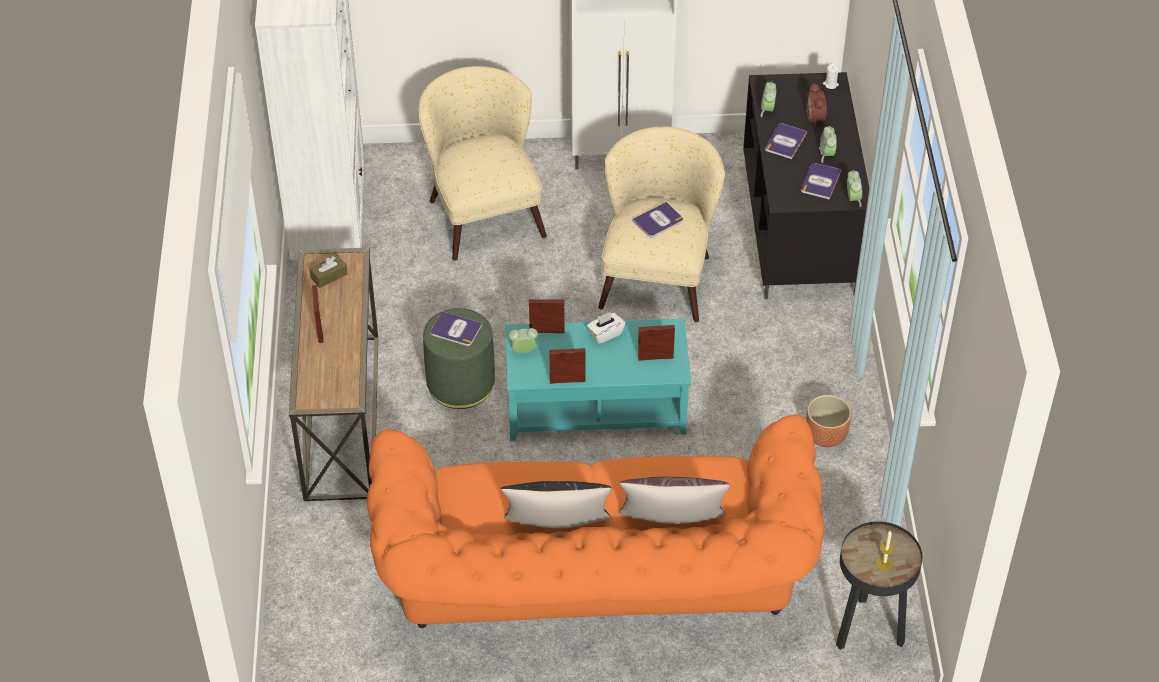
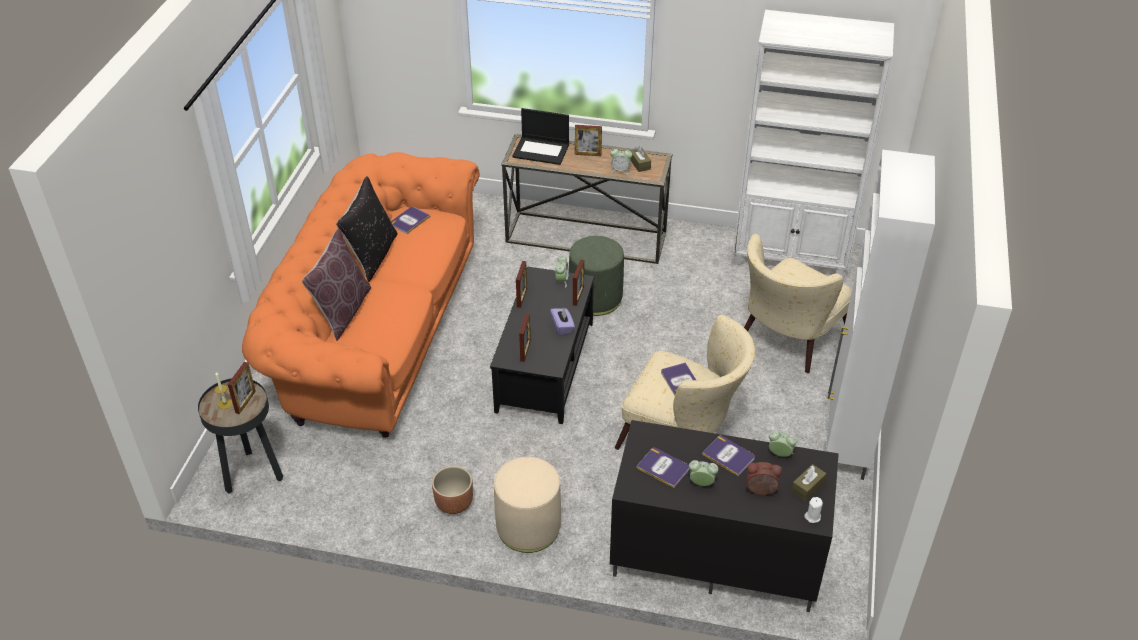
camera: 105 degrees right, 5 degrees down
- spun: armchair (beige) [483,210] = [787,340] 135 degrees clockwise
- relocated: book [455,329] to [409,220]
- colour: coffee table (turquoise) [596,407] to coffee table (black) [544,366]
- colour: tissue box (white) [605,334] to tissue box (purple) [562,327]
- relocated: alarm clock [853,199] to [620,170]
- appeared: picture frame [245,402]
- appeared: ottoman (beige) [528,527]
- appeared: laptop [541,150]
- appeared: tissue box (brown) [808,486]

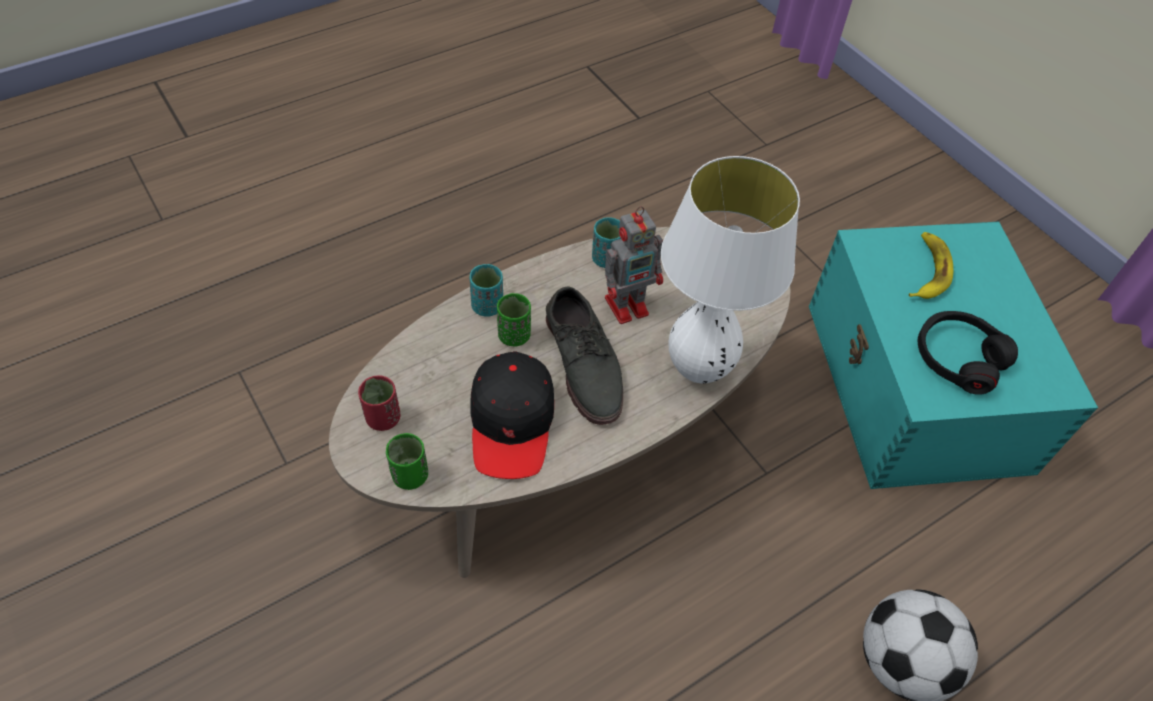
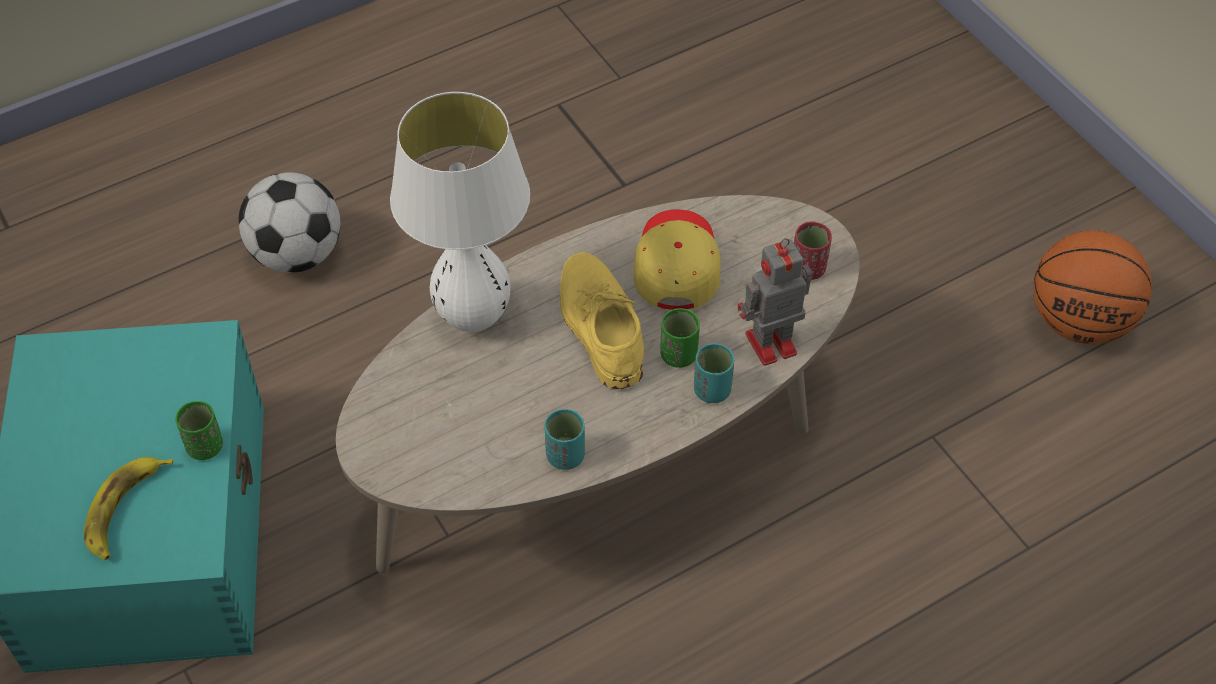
camera: 175 degrees left, 0 degrees up
- relocated: cup (green) [410,476] to [205,446]
- colour: cap (black) [512,423] to cap (yellow) [676,264]
- colour: shoe (grey) [584,363] to shoe (yellow) [599,325]
- relocated: toy robot [628,305] to [768,344]
- missing: headphones (black) [958,358]
- appeared: basketball [1078,321]

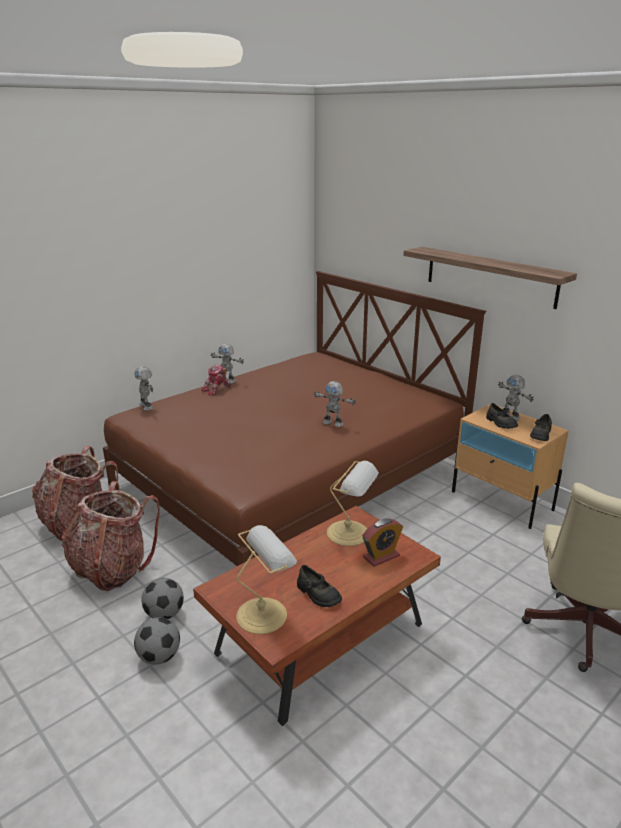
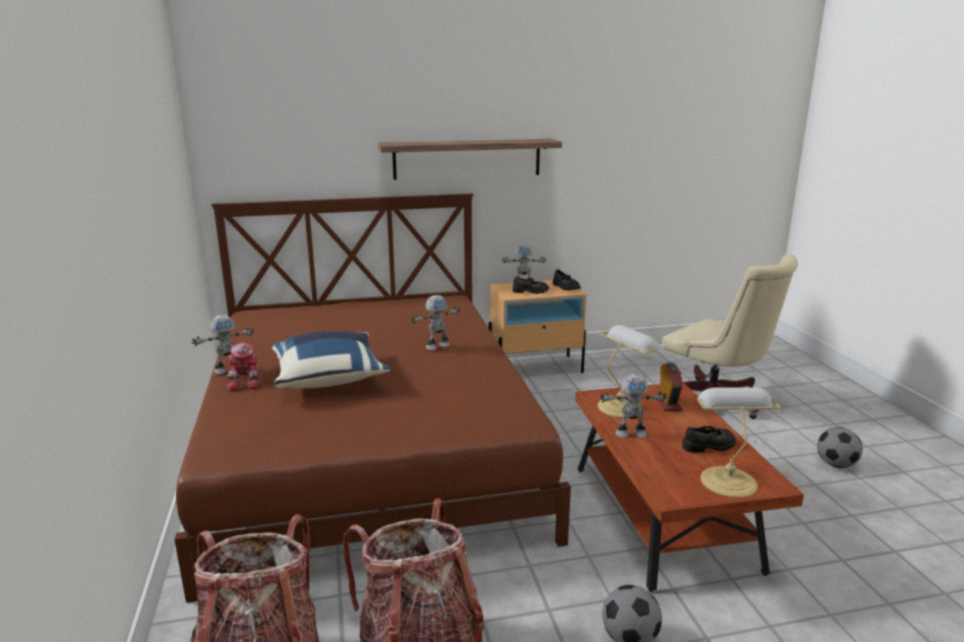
camera: 60 degrees left, 5 degrees down
- relocated: toy robot [147,406] to [630,433]
- relocated: football [164,614] to [835,464]
- appeared: pillow (blue) [328,378]

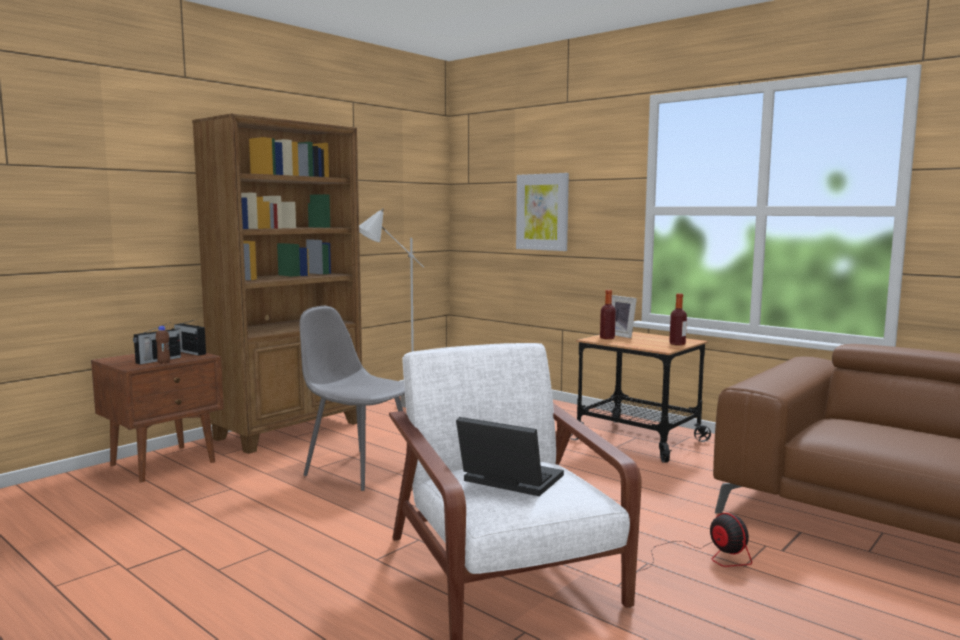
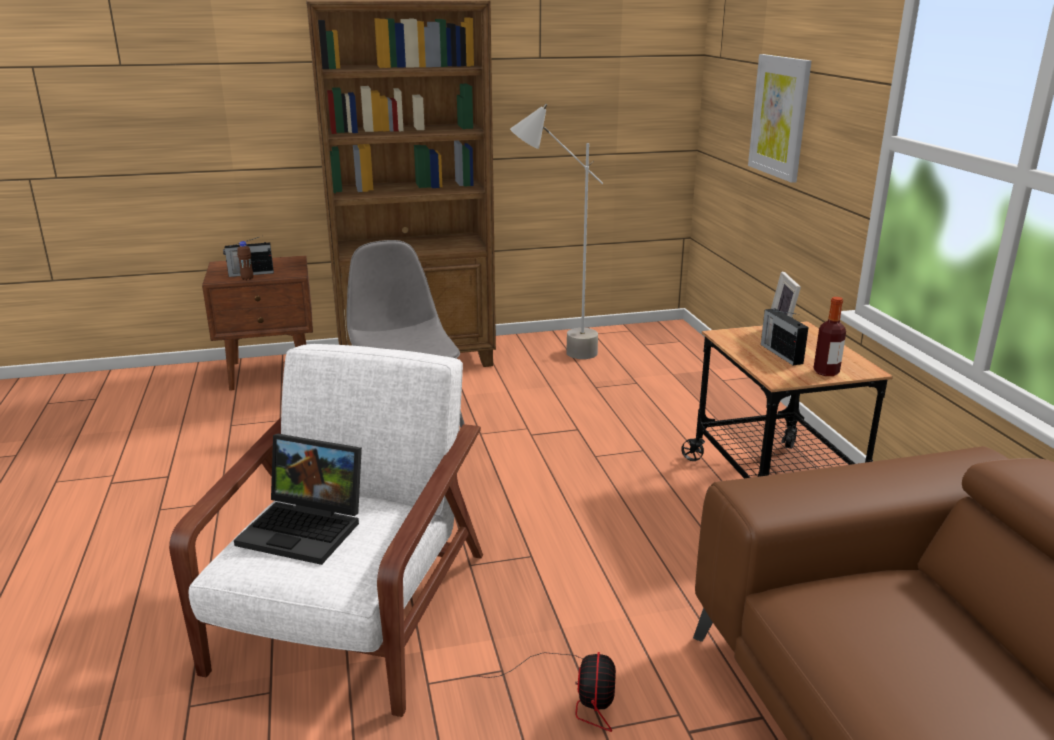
camera: 35 degrees right, 15 degrees up
- relocated: radio [190,352] to [781,353]
- spun: laptop [507,481] = [307,528] 135 degrees clockwise
- missing: bottle [607,338]

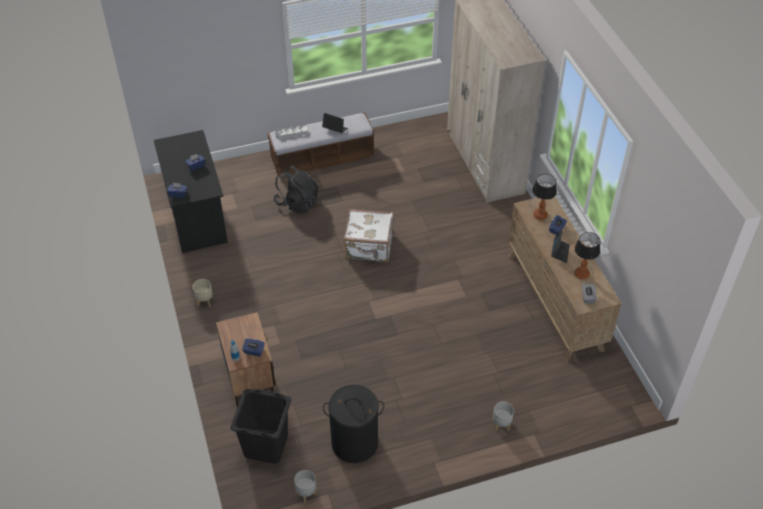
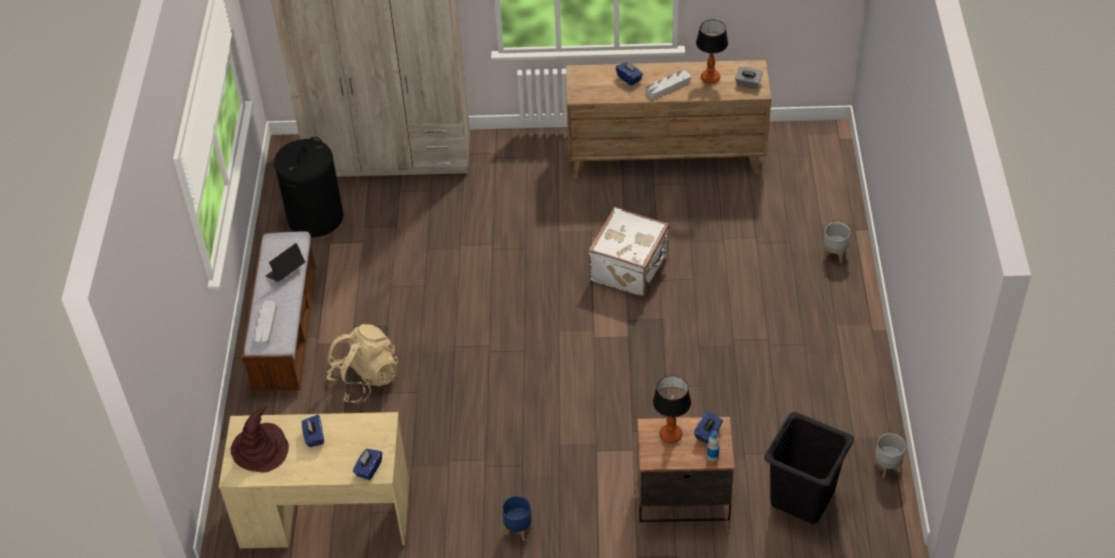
camera: 70 degrees left, 0 degrees up
- colour: desk (black) [196,214] to desk (beige) [325,514]
- colour: planter (beige) [205,301] to planter (blue) [518,529]
- colour: backpack (black) [297,203] to backpack (beige) [365,379]
- relocated: laundry basket (black) [354,442] to [315,217]
- relocated: suitcase (white) [369,247] to [630,268]
- relocated: table lamp [540,215] to [670,435]
- exchanged: laptop [560,252] to tray (grey) [668,86]
- appeared: hat (brown) [260,449]

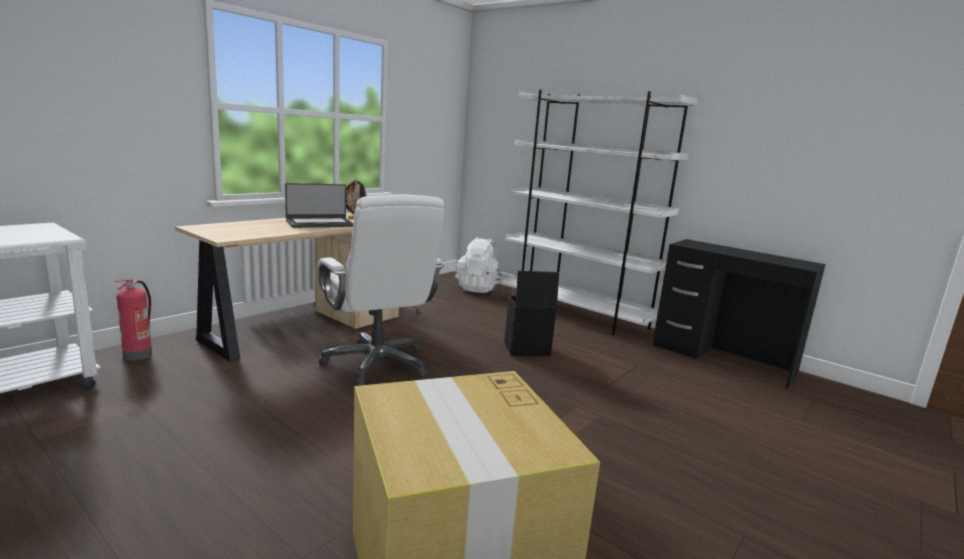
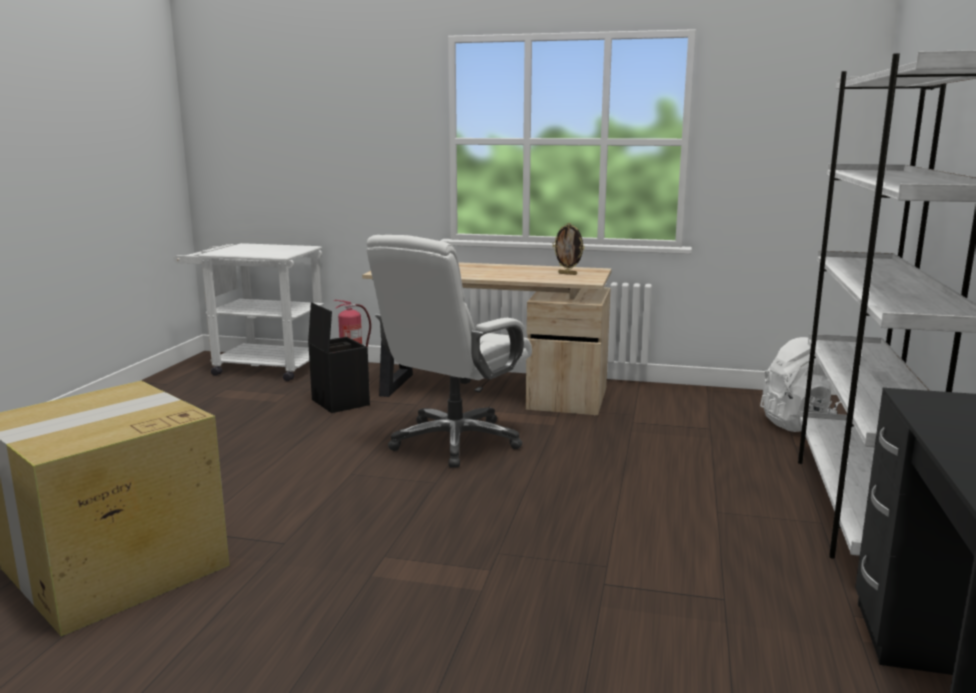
camera: 65 degrees right, 0 degrees up
- missing: laptop [320,223]
- relocated: storage box (black) [526,349] to [339,402]

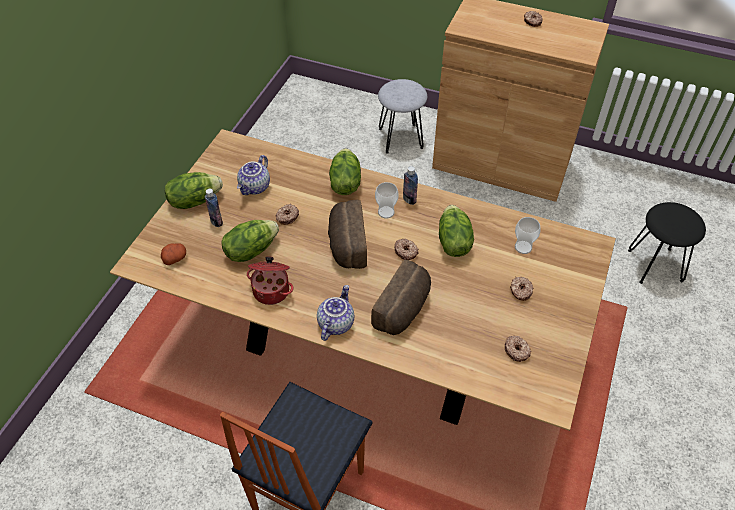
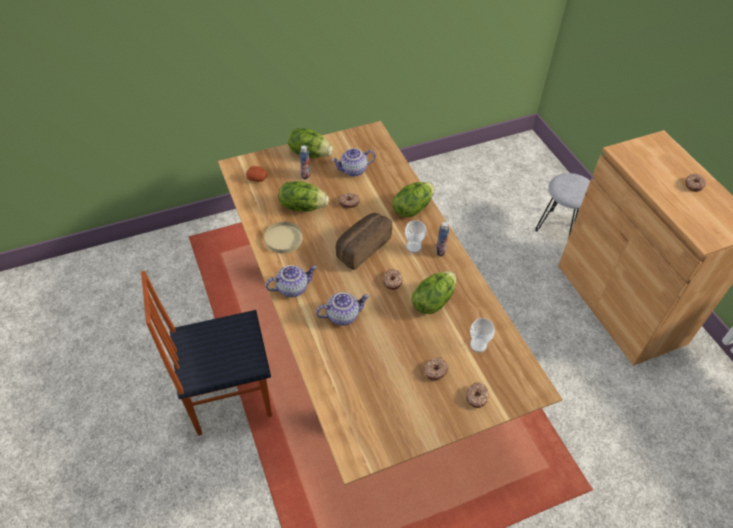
camera: 45 degrees right, 0 degrees up
- exchanged: cooking pot [272,290] to plate (beige) [283,239]
- exchanged: bread [404,309] to teapot [342,315]
- relocated: donut [516,350] to [477,397]
- missing: stool (black) [655,265]

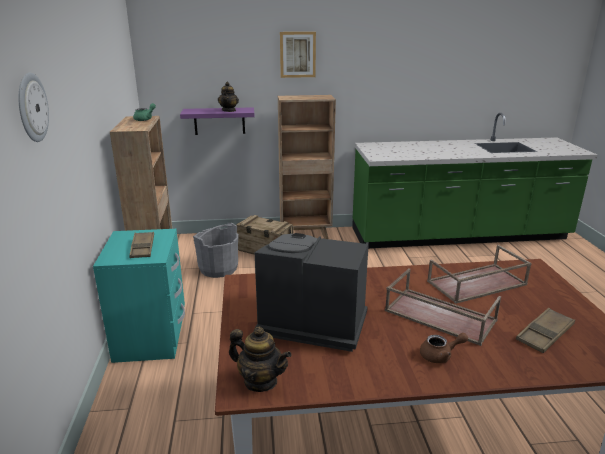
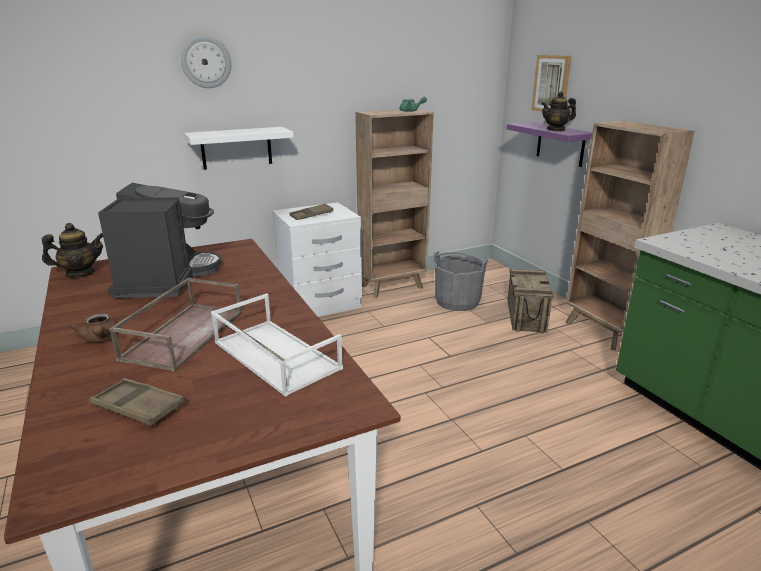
camera: 70 degrees right, 0 degrees up
- colour: nightstand (turquoise) [152,337] to nightstand (white) [320,304]
- spun: teapot [260,381] = [80,273] 120 degrees counterclockwise
- relocated: picture [297,54] to [552,84]
- colour: tray (brown) [476,284] to tray (white) [274,355]
- appeared: shelf (white) [236,148]

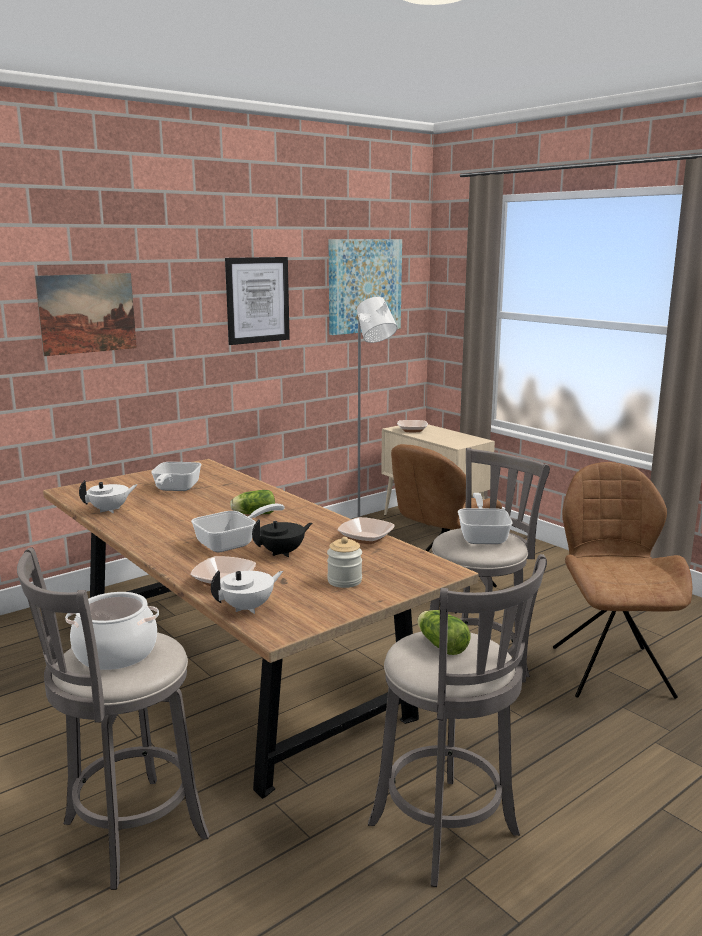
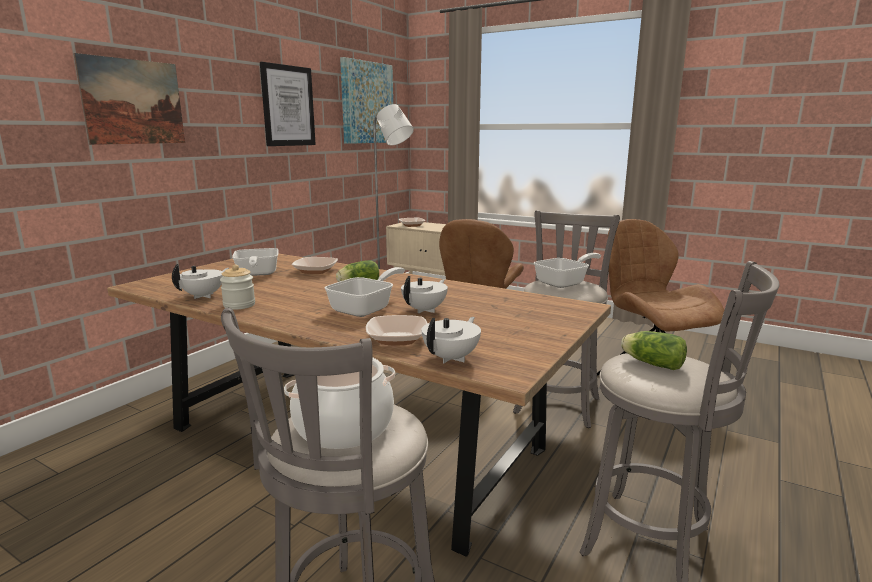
camera: 20 degrees left, 0 degrees up
- colour: teapot (black) [283,553] to teapot (white) [425,310]
- relocated: jar [344,581] to [239,305]
- relocated: bowl [366,538] to [315,271]
- spun: frying pan [483,536] = [565,282] 75 degrees clockwise

